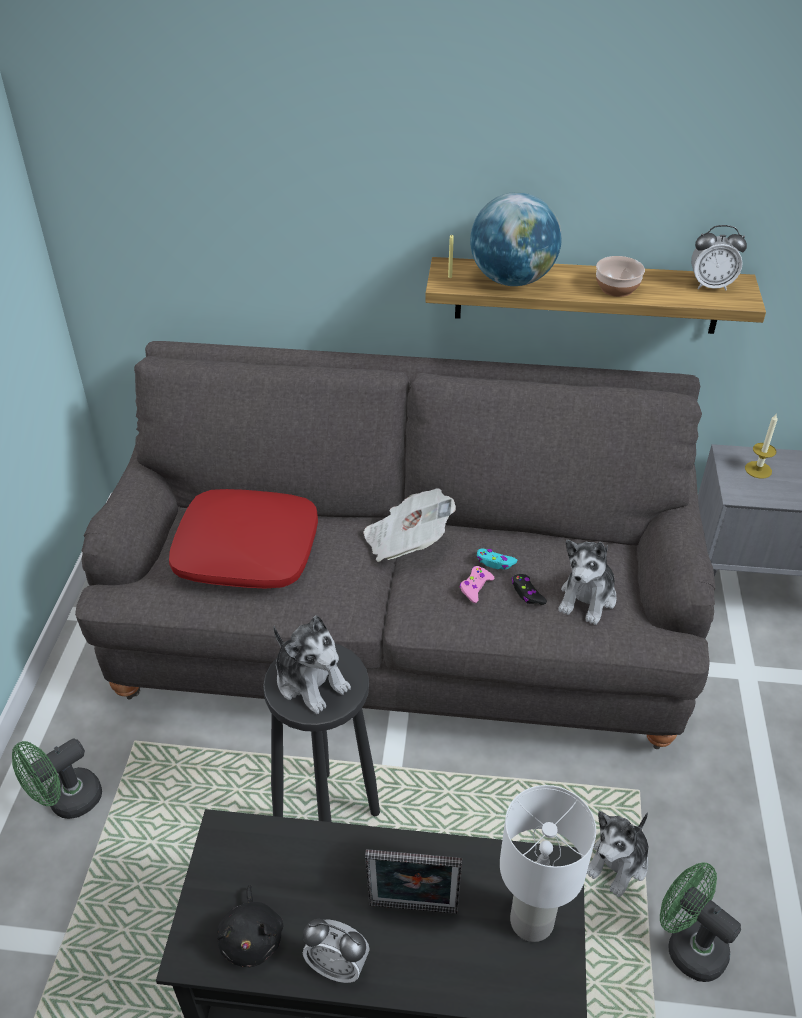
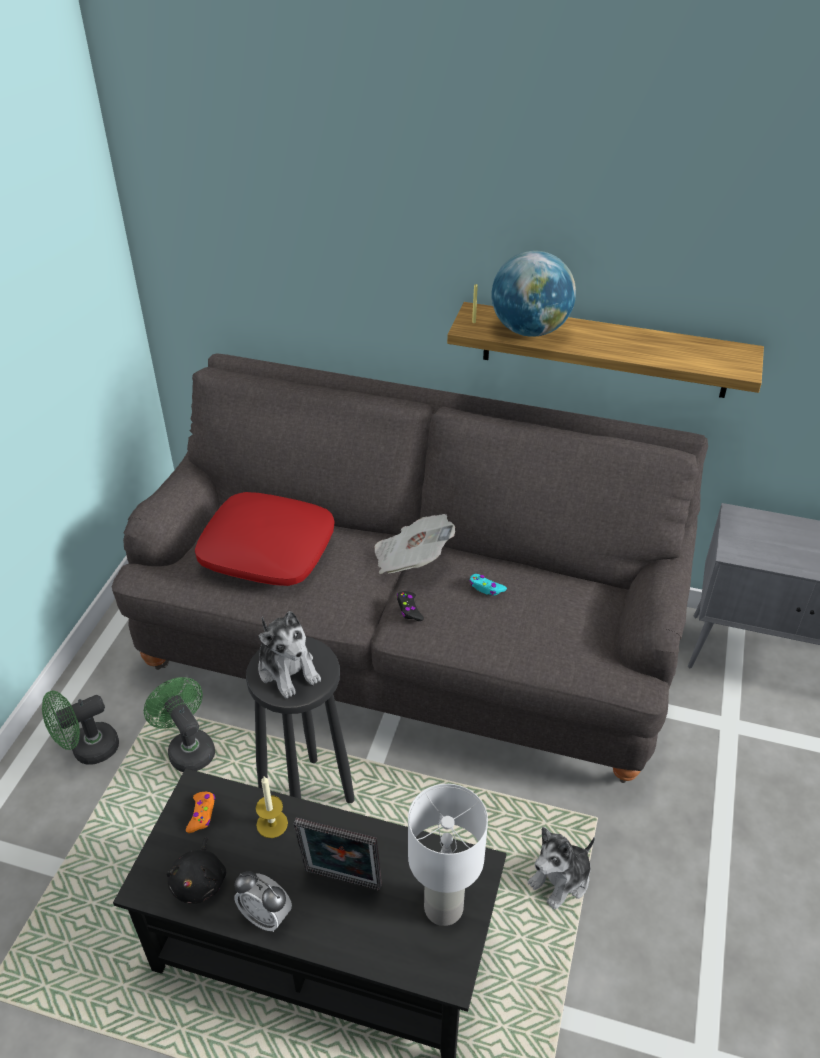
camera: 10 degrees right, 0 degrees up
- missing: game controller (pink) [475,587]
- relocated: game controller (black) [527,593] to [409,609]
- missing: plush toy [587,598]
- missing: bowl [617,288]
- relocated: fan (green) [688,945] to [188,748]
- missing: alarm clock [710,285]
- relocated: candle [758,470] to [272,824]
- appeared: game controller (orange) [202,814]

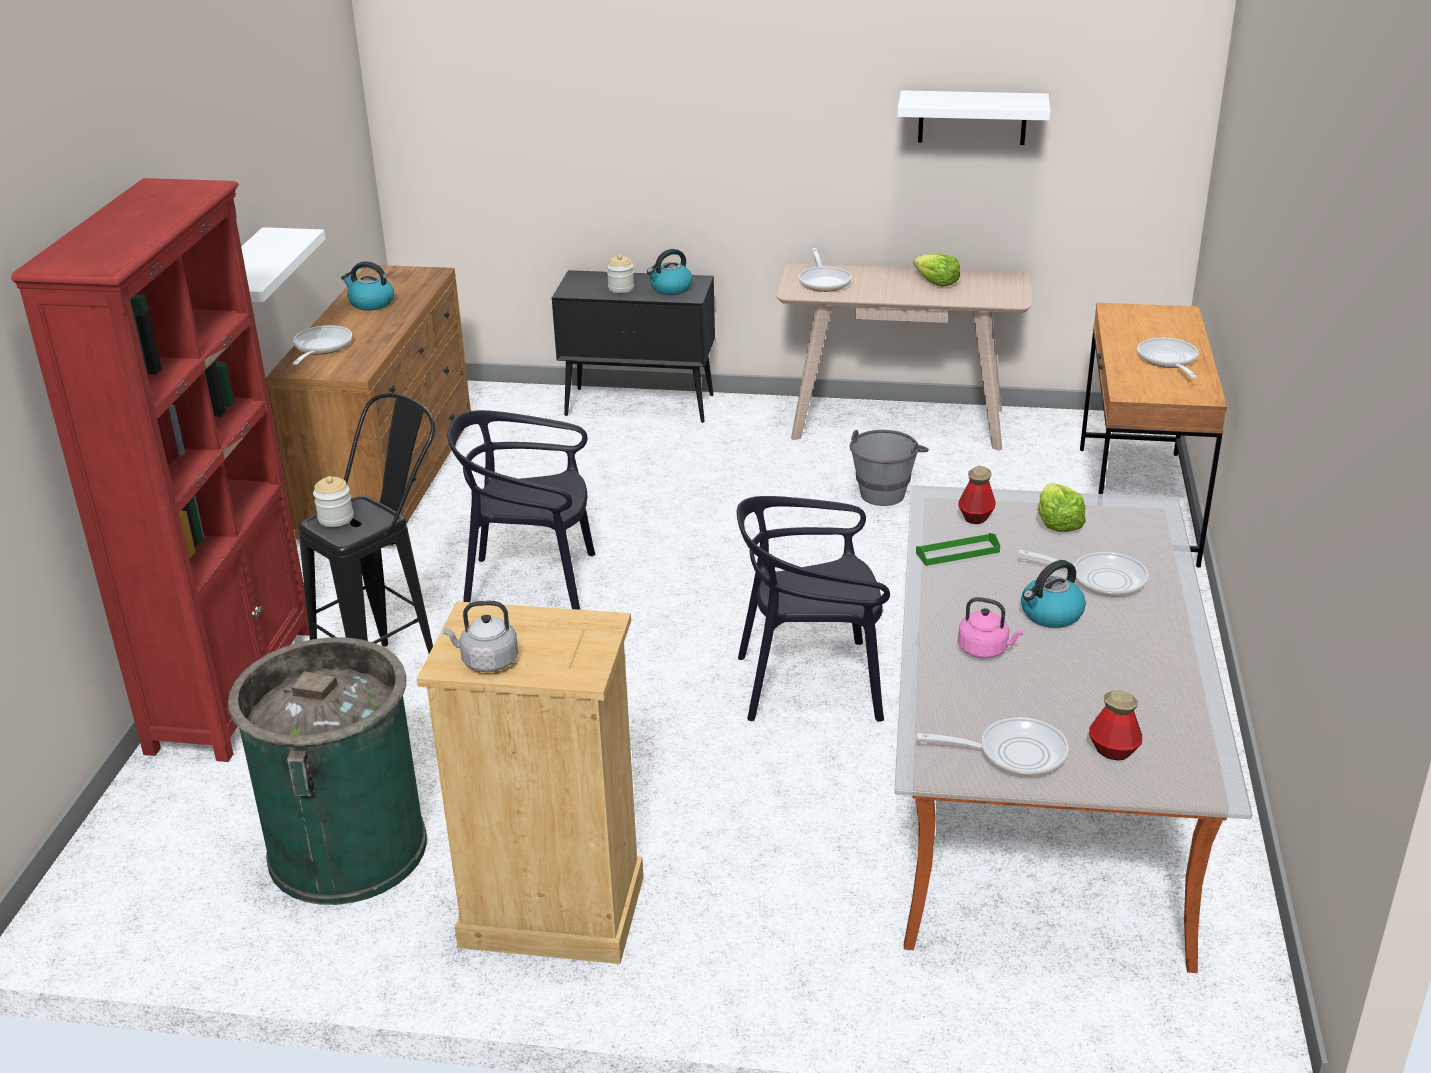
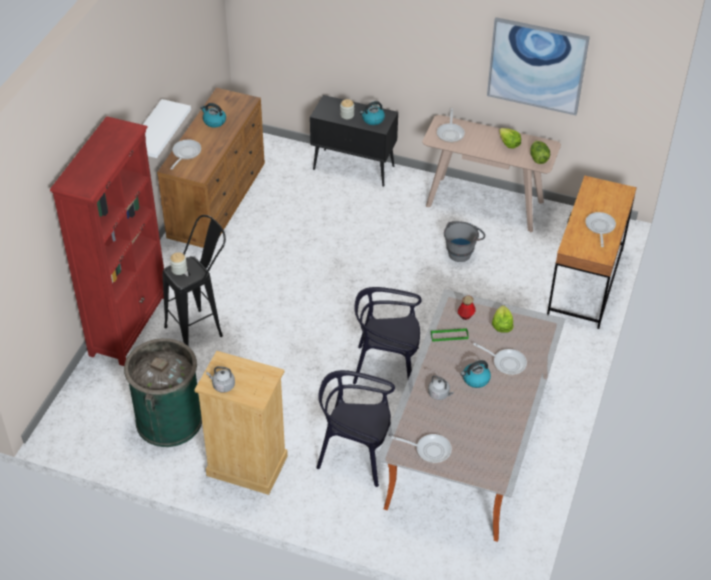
camera: 10 degrees right, 15 degrees up
- relocated: chair (black) [532,585] to [355,454]
- exchanged: shelf (white) [972,117] to picture [537,66]
- colour: kettle (pink) [985,650] to kettle (grey) [439,394]
- missing: bottle [1113,751]
- appeared: lettuce [538,158]

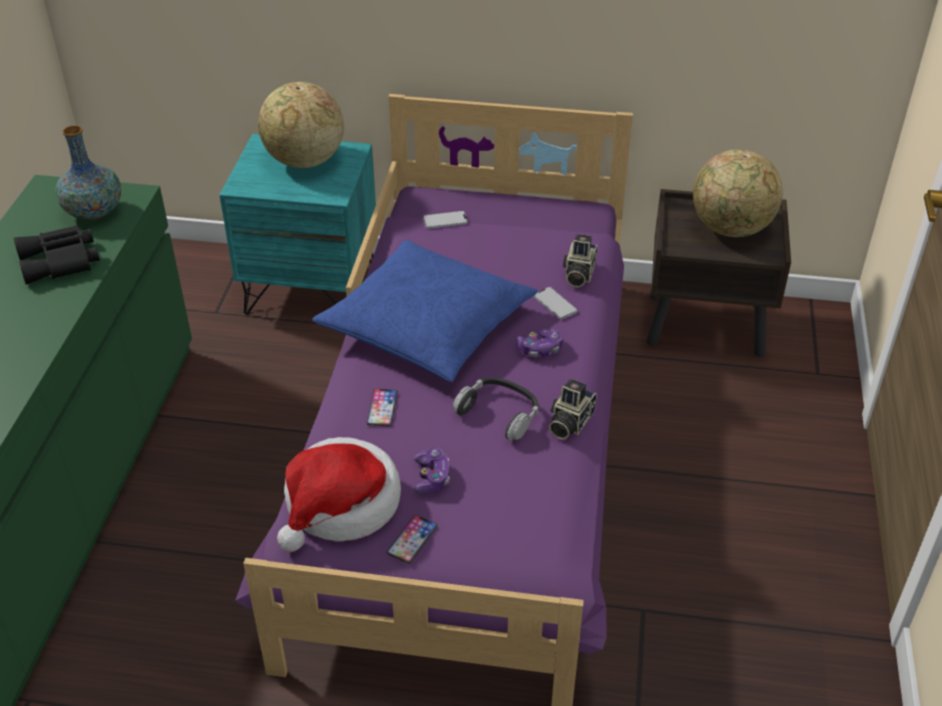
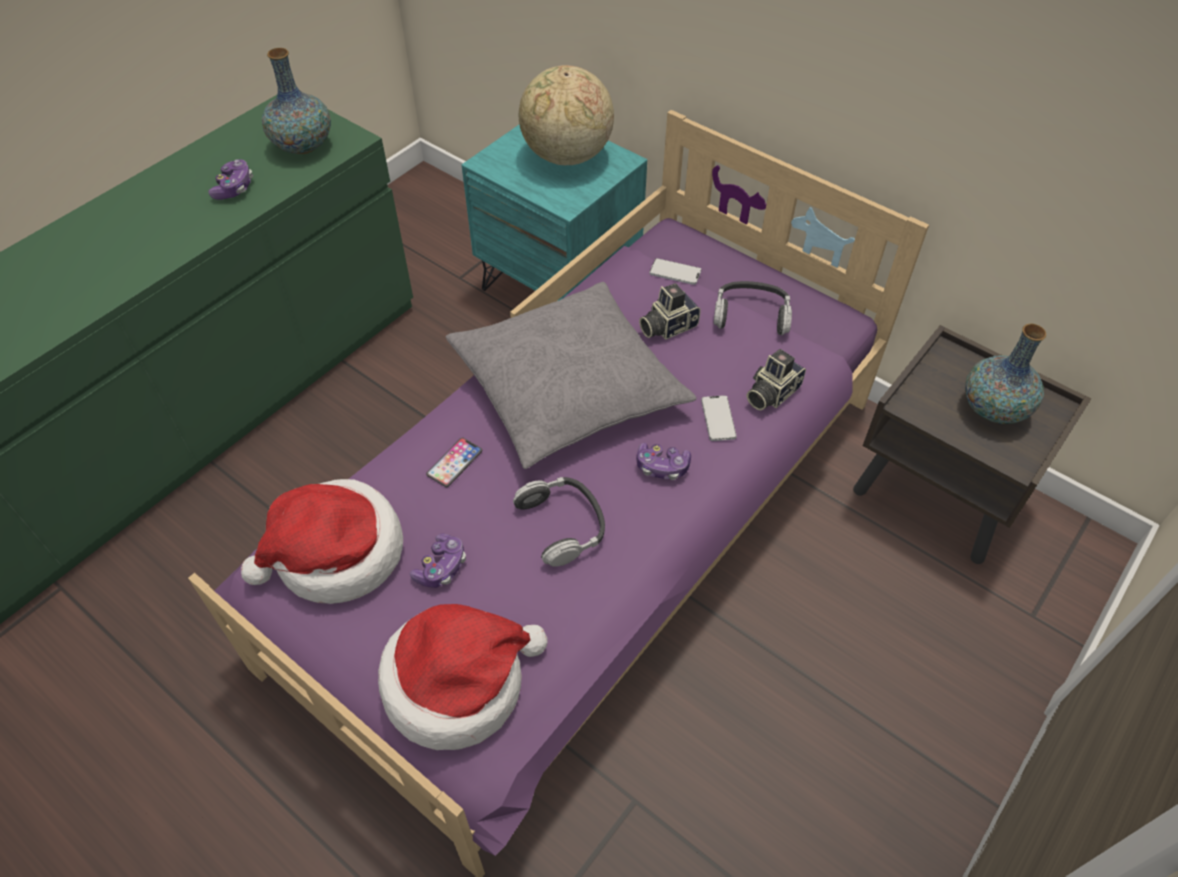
camera: 30 degrees right, 10 degrees up
- exchanged: binoculars (black) [61,262] to game controller [234,188]
- colour: pillow (blue) [426,325] to pillow (grey) [567,387]
- missing: phone [412,540]
- relocated: photo camera [569,422] to [667,326]
- exchanged: globe [731,229] to vase [993,409]
- appeared: hat [458,682]
- appeared: headphones [751,315]

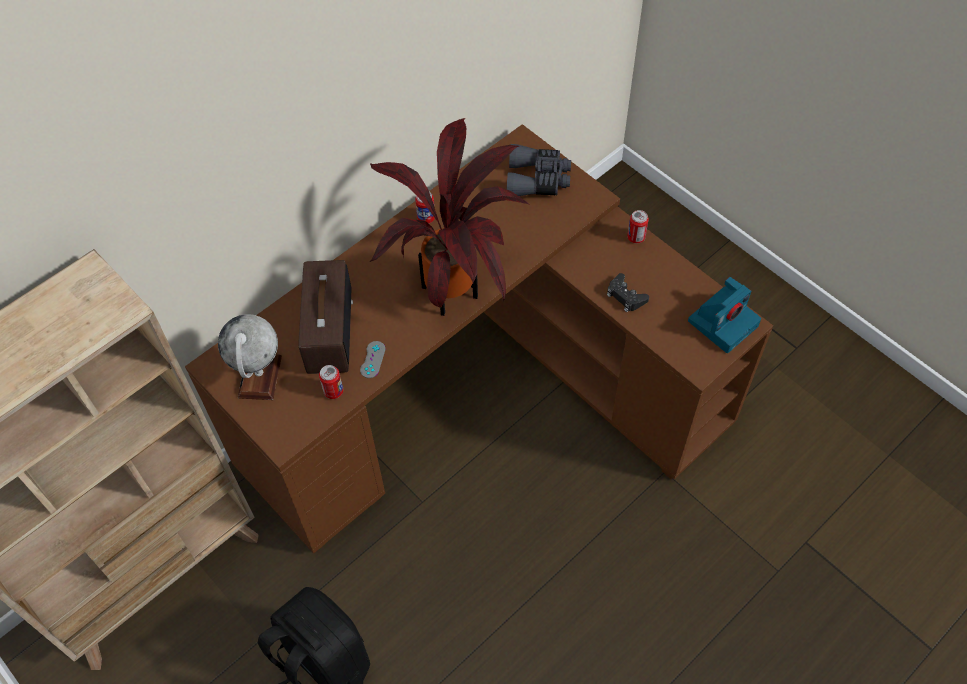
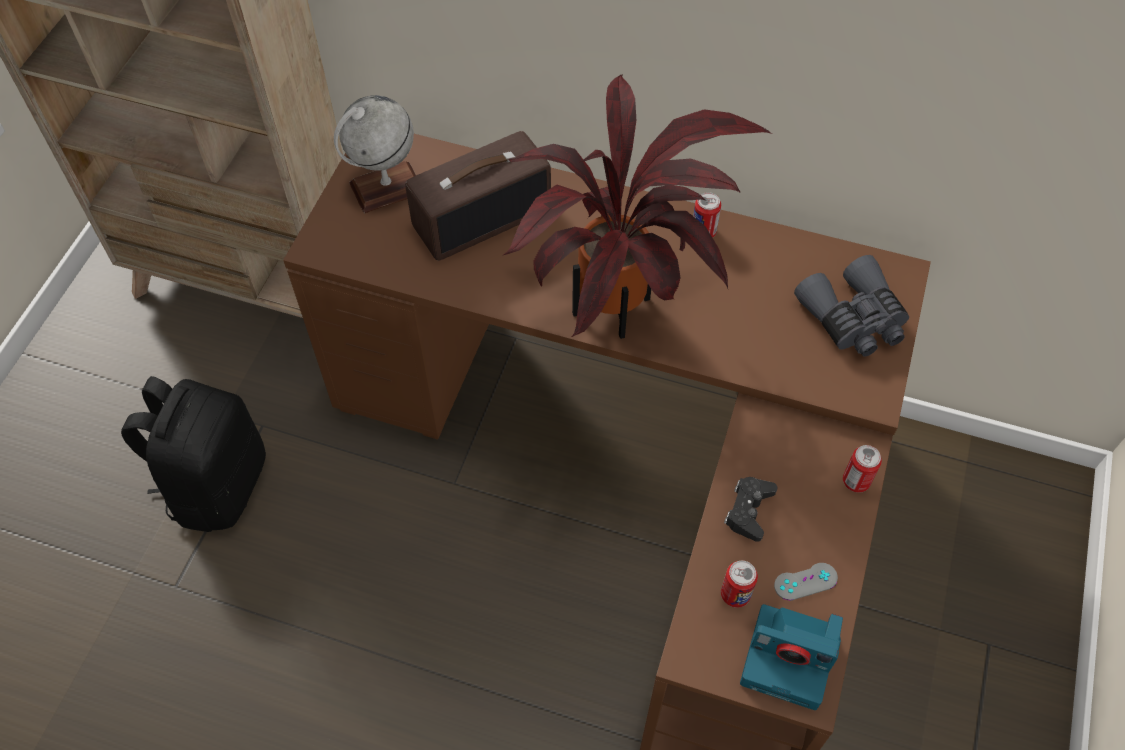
camera: 60 degrees right, 0 degrees up
- relocated: can [333,391] to [735,594]
- relocated: game controller (grey) [372,359] to [805,581]

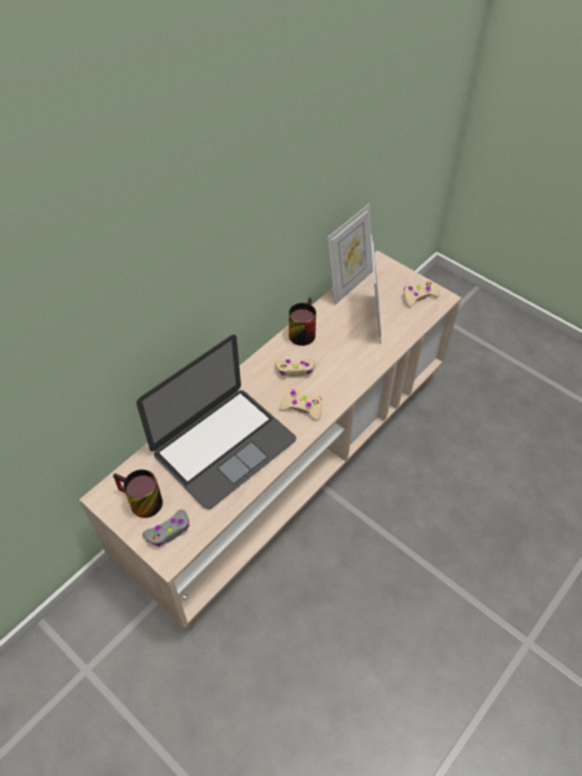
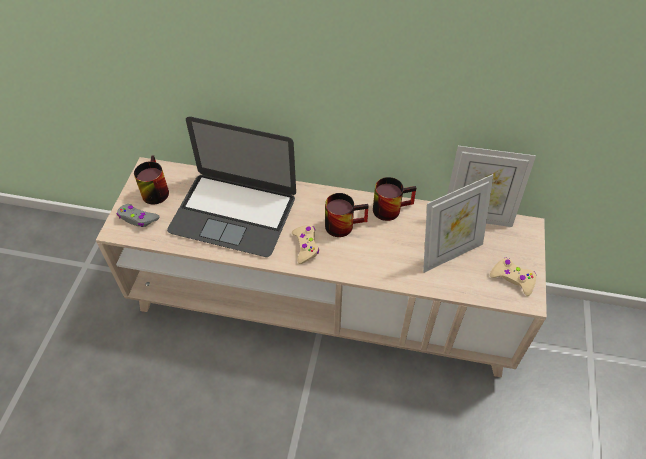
camera: 60 degrees right, 0 degrees up
- exchanged: game controller (beige) [295,370] to mug [343,223]

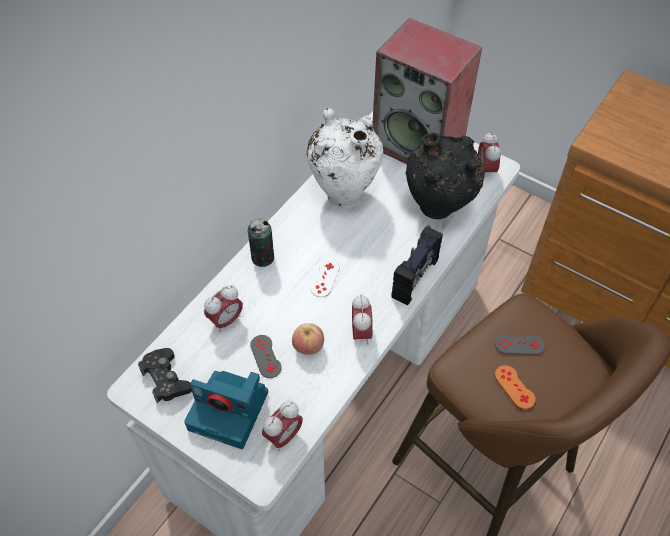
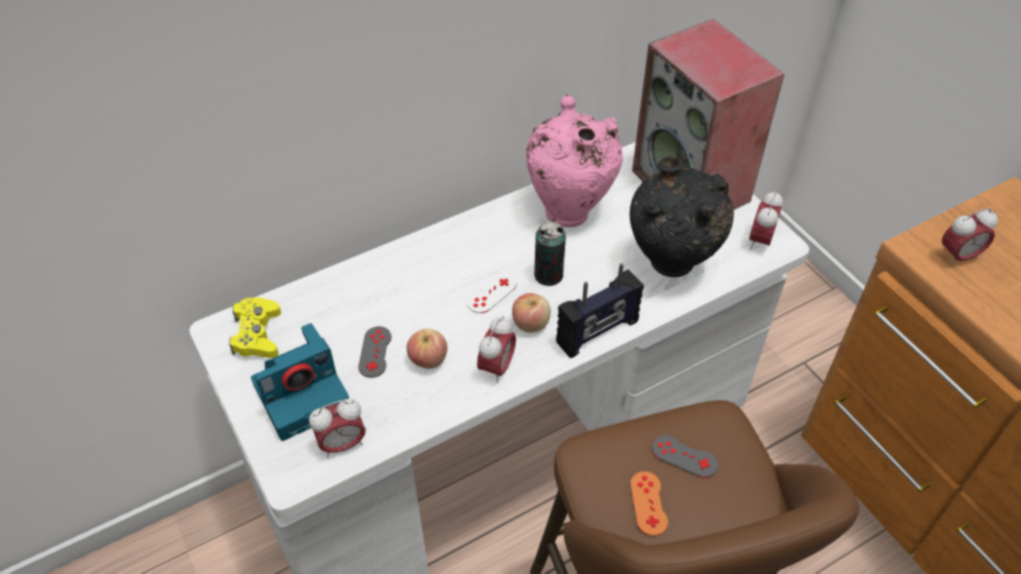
camera: 25 degrees right, 5 degrees down
- colour: game controller (black) [166,379] to game controller (yellow) [257,334]
- spun: photo camera [230,410] = [303,393] 75 degrees counterclockwise
- relocated: alarm clock [226,320] to [958,256]
- relocated: can [263,258] to [548,275]
- colour: vase (white) [344,193] to vase (pink) [569,210]
- appeared: apple [531,323]

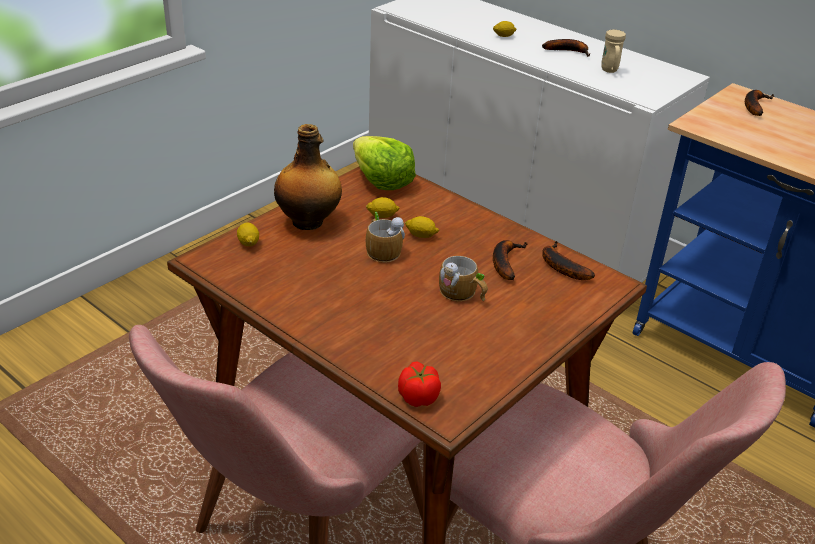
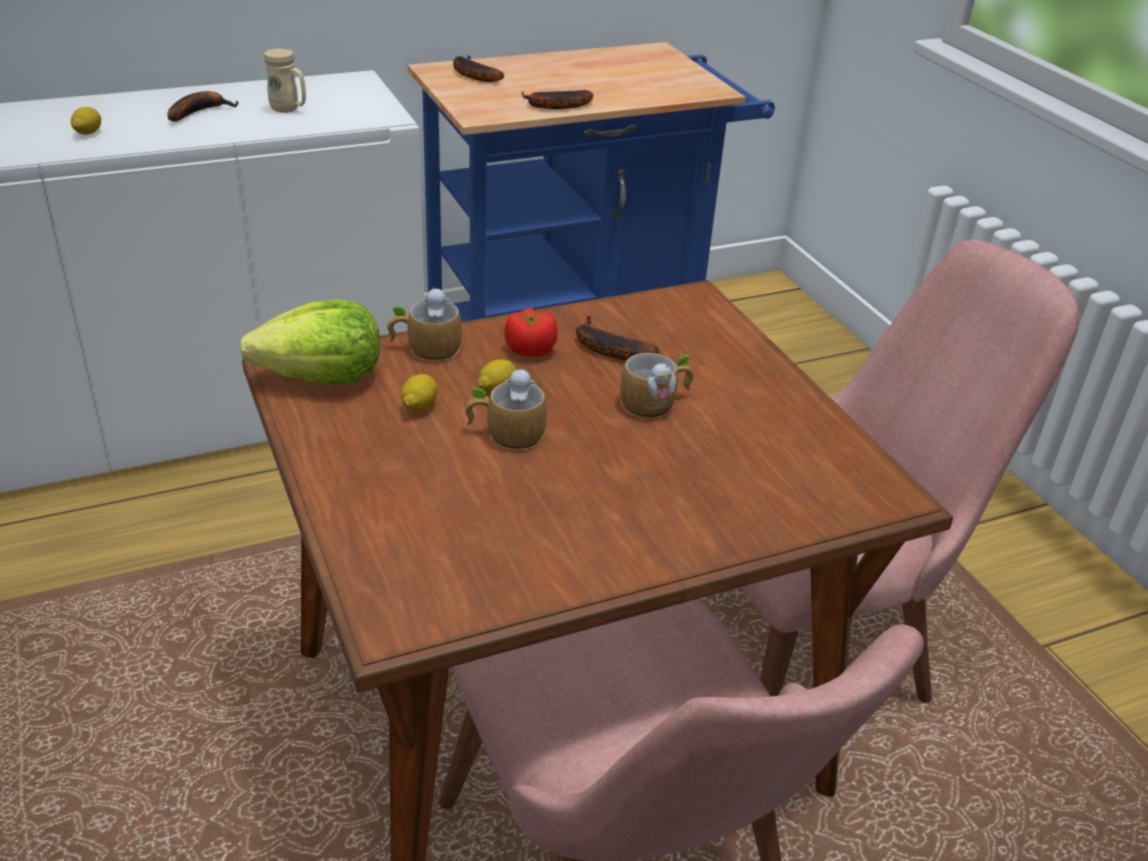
camera: 65 degrees left, 0 degrees up
- missing: lemon [248,243]
- missing: bottle [309,222]
- relocated: tomato [418,397] to [530,350]
- relocated: banana [560,266] to [555,106]
- appeared: mug [425,348]

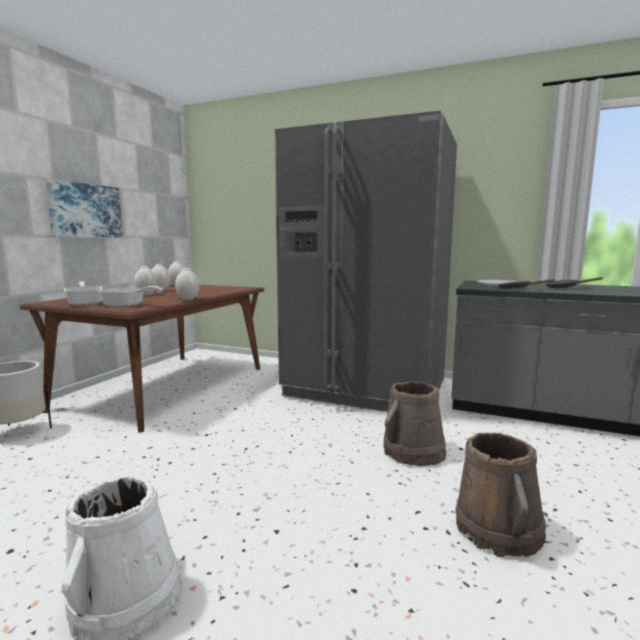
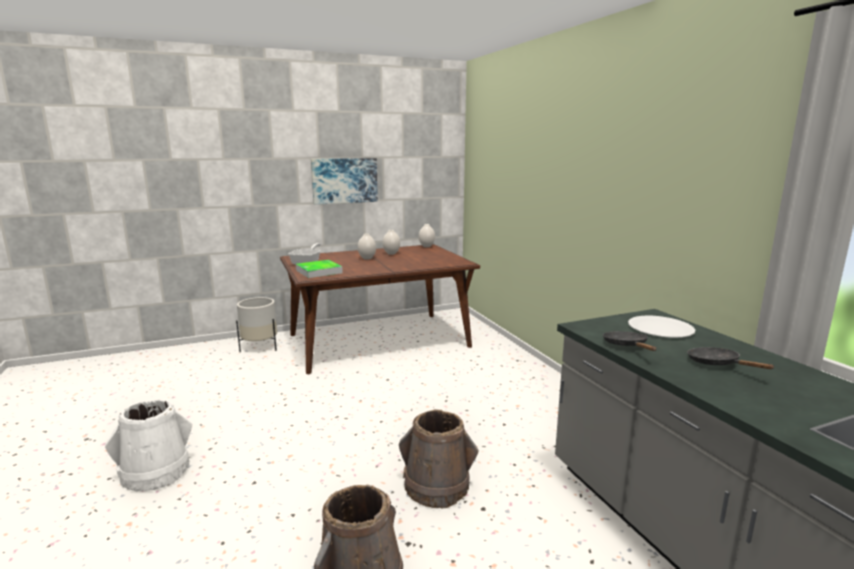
camera: 45 degrees right, 5 degrees up
- exchanged: frying pan [127,305] to tray [319,271]
- missing: vase (white) [188,299]
- missing: fridge (grey) [366,388]

